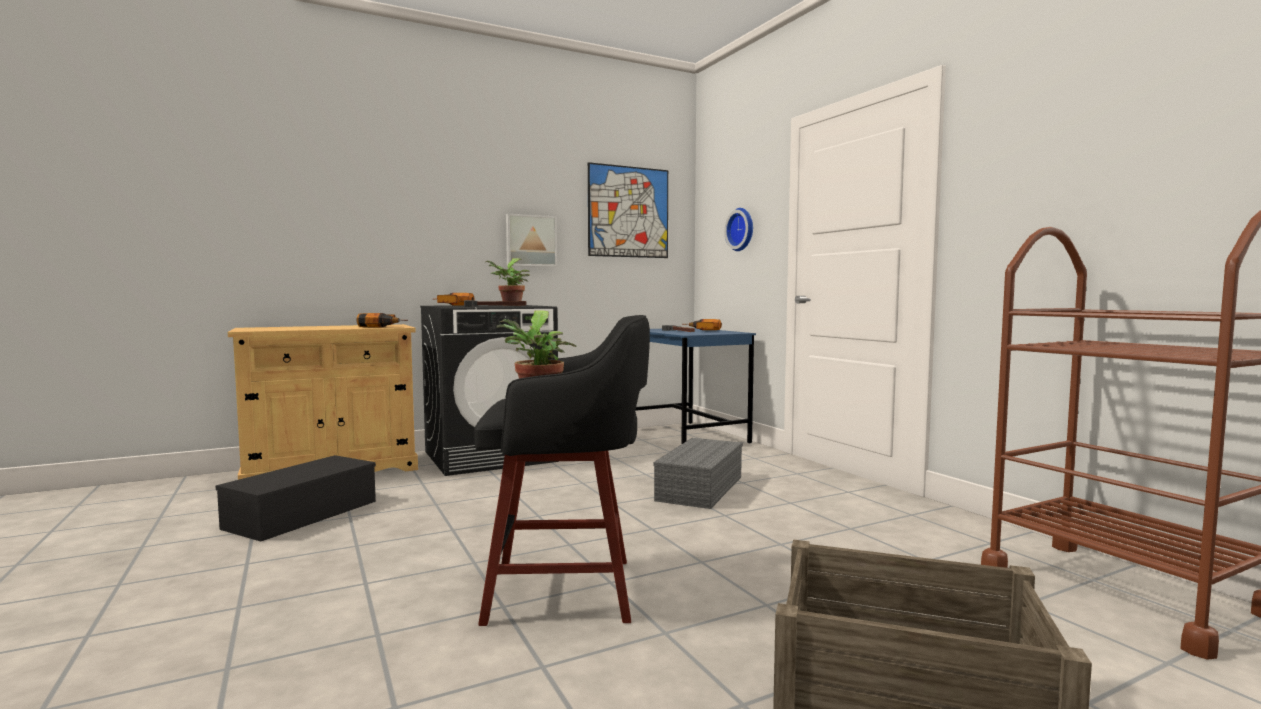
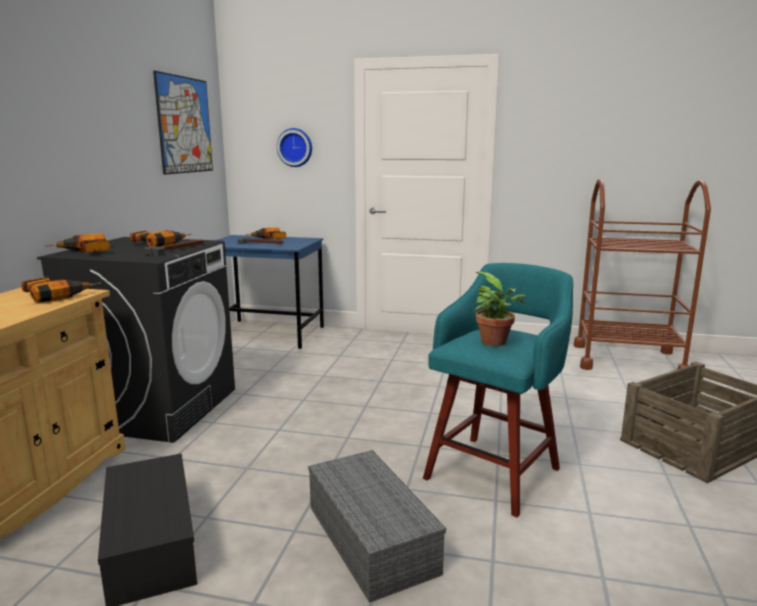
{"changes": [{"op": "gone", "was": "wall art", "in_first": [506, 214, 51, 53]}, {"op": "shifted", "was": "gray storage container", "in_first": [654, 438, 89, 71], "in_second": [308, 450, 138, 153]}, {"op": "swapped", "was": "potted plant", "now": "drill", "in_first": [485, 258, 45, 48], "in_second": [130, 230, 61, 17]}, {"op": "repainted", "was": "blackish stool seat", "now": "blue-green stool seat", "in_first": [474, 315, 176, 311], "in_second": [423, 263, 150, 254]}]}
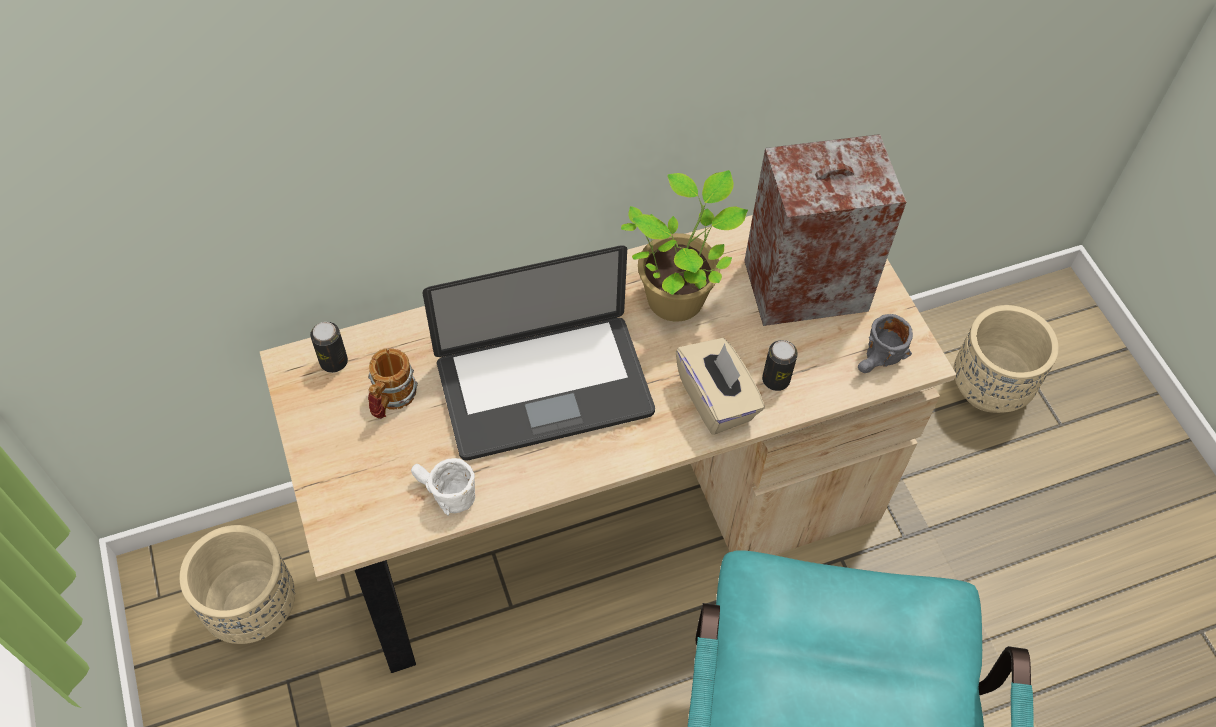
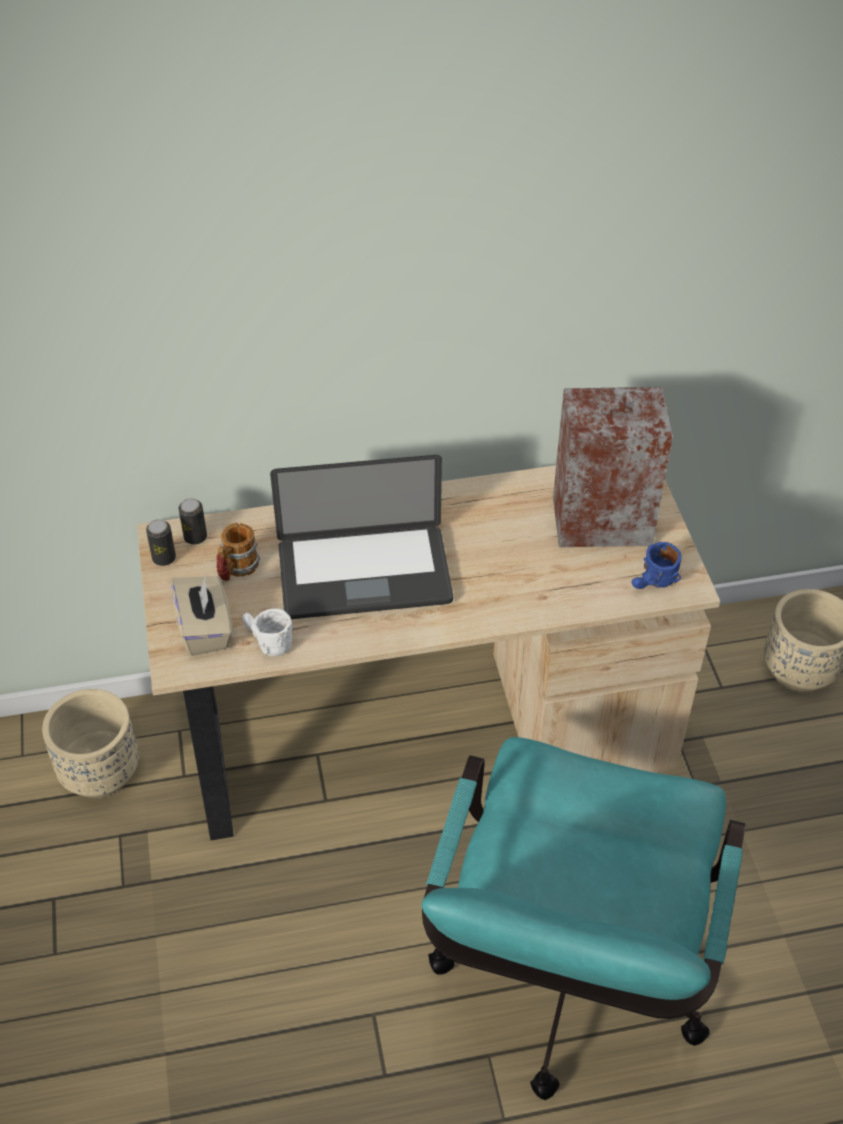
{"changes": [{"op": "gone", "was": "potted plant", "in_first": [621, 170, 127, 152]}, {"op": "shifted", "was": "sand-coloured tissue holder", "in_first": [676, 338, 89, 97], "in_second": [171, 576, 61, 80]}, {"op": "shifted", "was": "metal can", "in_first": [762, 340, 36, 51], "in_second": [146, 519, 30, 47]}, {"op": "repainted", "was": "gray coffee mug", "now": "blue-coloured coffee mug", "in_first": [858, 314, 55, 59], "in_second": [632, 542, 49, 47]}]}
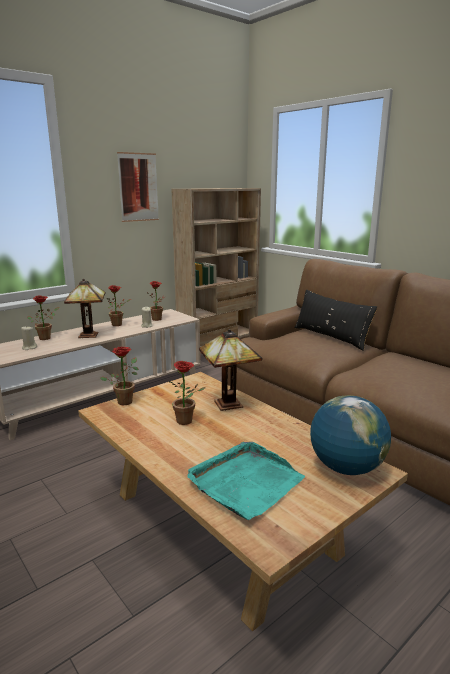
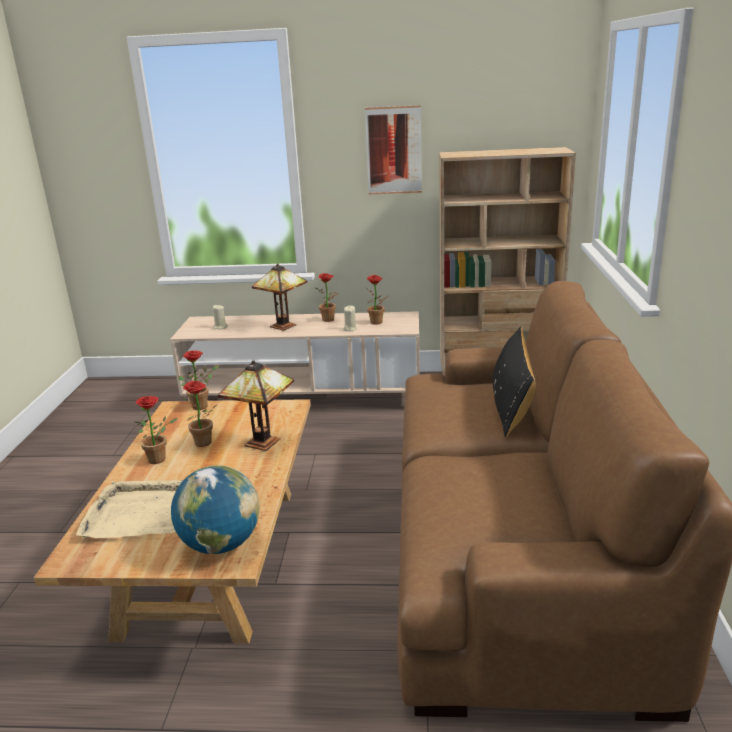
{"changes": [{"op": "shifted", "was": "potted plant", "in_first": [27, 296, 32, 44], "in_second": [135, 396, 43, 68]}, {"op": "repainted", "was": "blue-green carrying tray", "now": "sand-coloured carrying tray", "in_first": [188, 442, 117, 78], "in_second": [76, 480, 107, 58]}]}
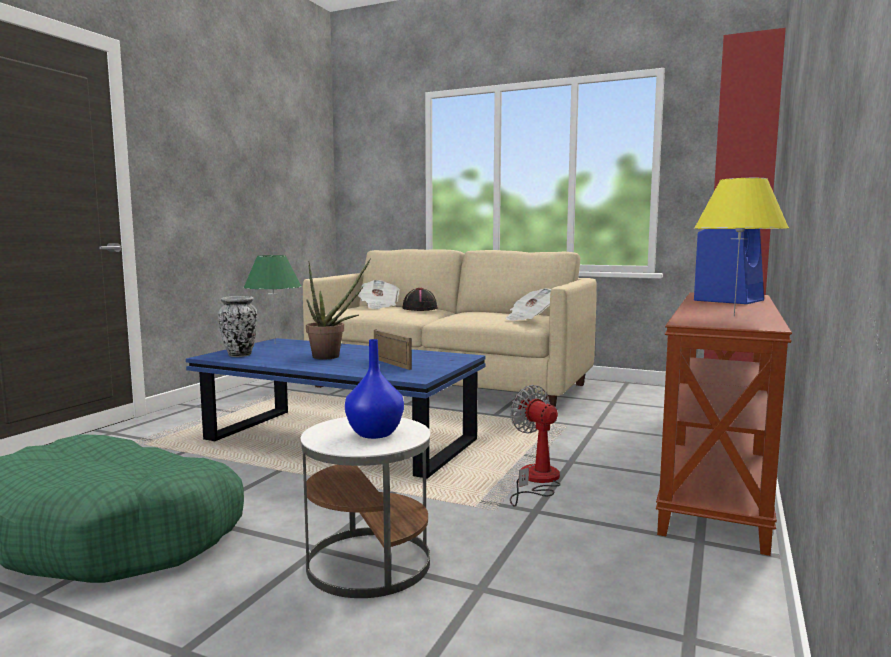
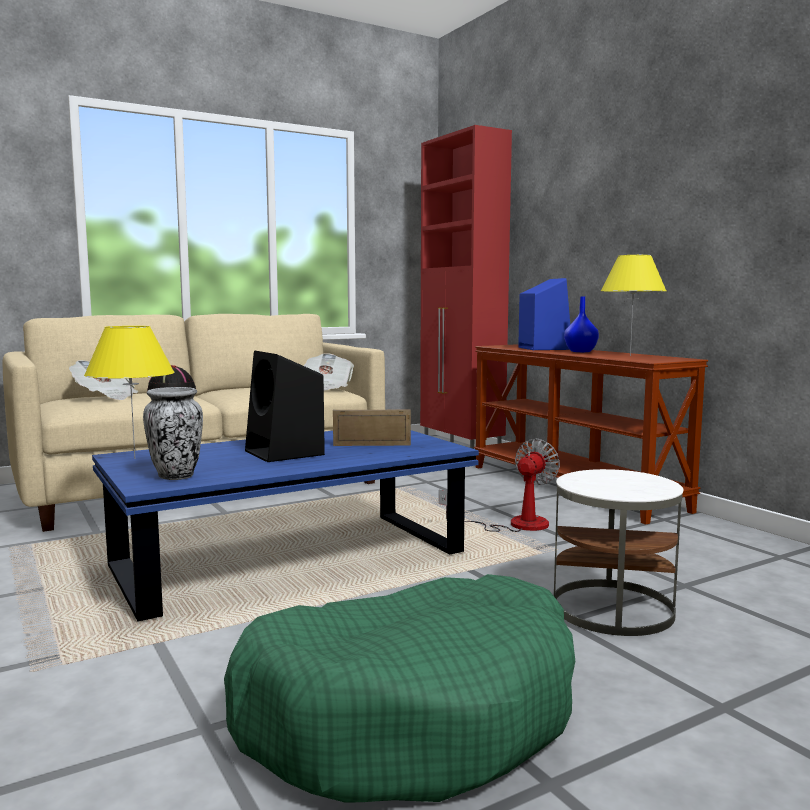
{"changes": [{"op": "shifted", "was": "blue-coloured vase", "in_first": [345, 339, 59, 100], "in_second": [564, 297, 35, 55]}, {"op": "swapped", "was": "potted plant", "now": "blackish loudspeaker", "in_first": [306, 258, 65, 101], "in_second": [245, 351, 80, 111]}, {"op": "repainted", "was": "green-coloured lamp for a table", "now": "yellowish lamp for a table", "in_first": [243, 255, 59, 80], "in_second": [84, 326, 91, 133]}, {"op": "rotated", "was": "cooling fan", "in_first": [510, 385, 51, 122], "in_second": [439, 439, 121, 93], "clockwise": 120}]}
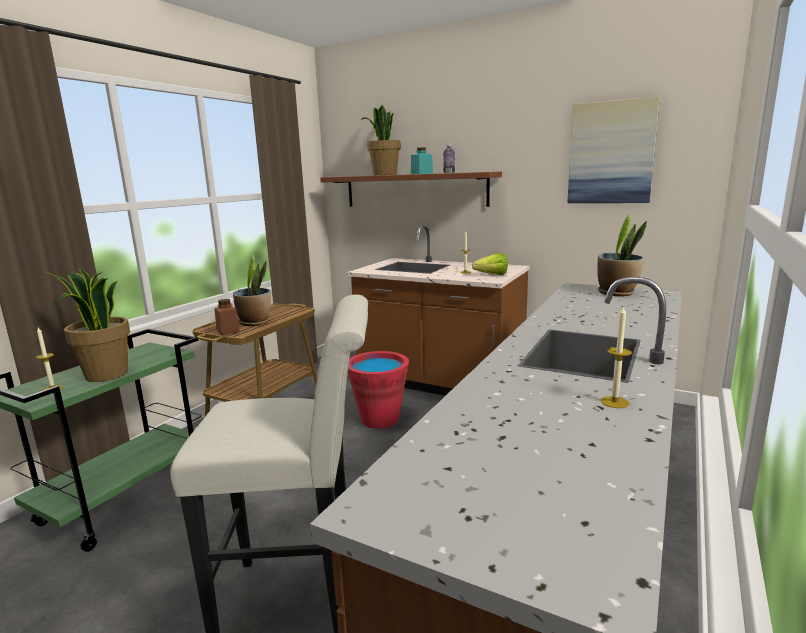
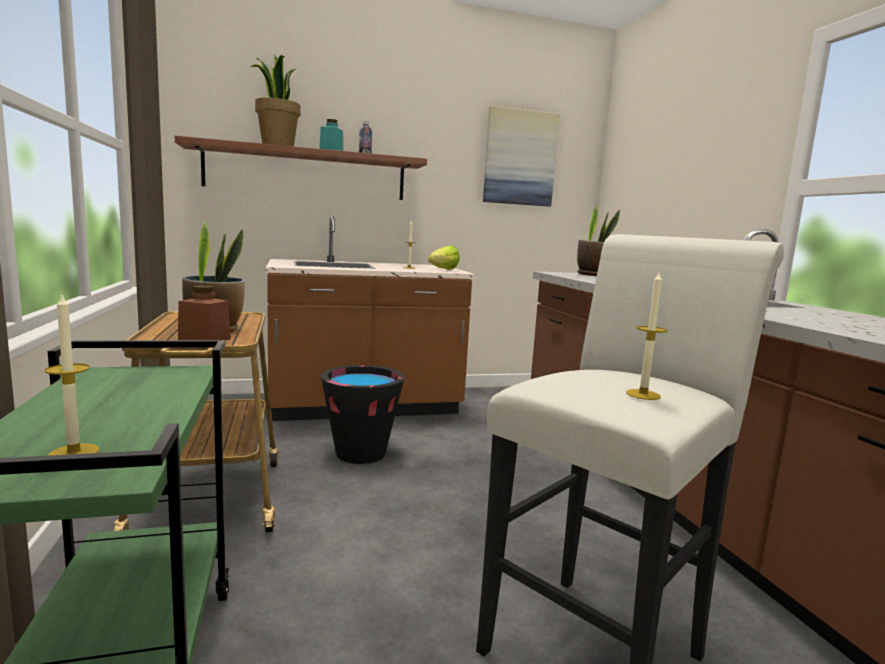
{"changes": [{"op": "gone", "was": "potted plant", "in_first": [46, 267, 84, 115]}, {"op": "shifted", "was": "wax light", "in_first": [601, 305, 31, 103], "in_second": [626, 270, 41, 130]}, {"op": "repainted", "was": "red-coloured pail", "now": "blackish pail", "in_first": [348, 351, 61, 78], "in_second": [321, 365, 84, 99]}]}
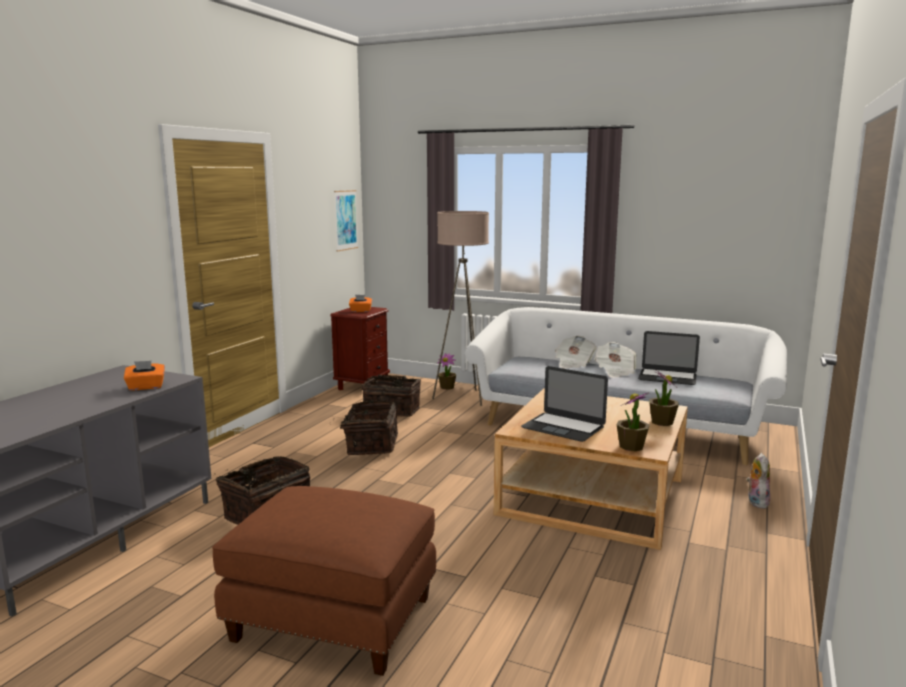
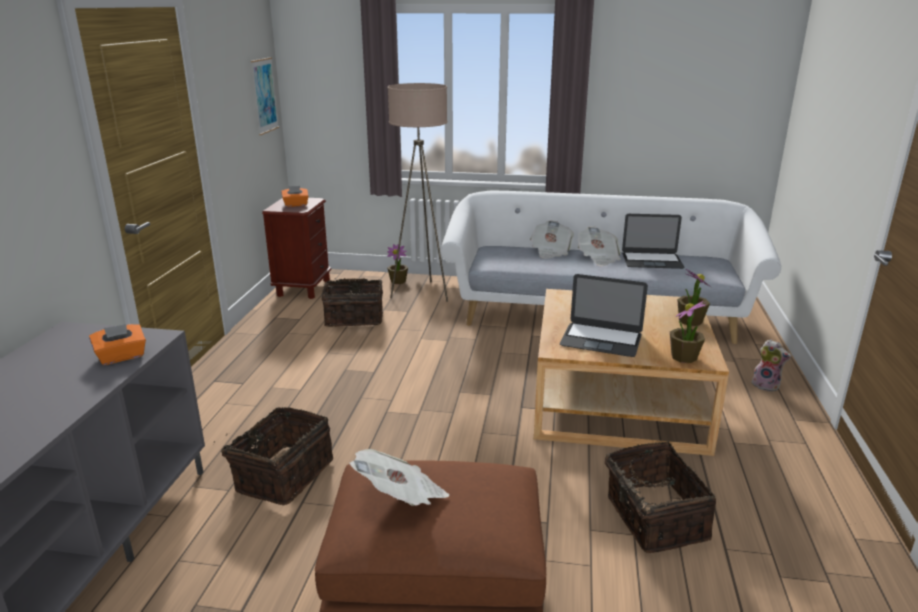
{"changes": [{"op": "new", "now": "daily paper", "in_second": [349, 449, 100, 57]}, {"op": "shifted", "was": "basket", "in_first": [334, 400, 64, 55], "in_second": [605, 442, 111, 112]}, {"op": "rotated", "was": "cuddly toy", "in_first": [747, 453, 23, 56], "in_second": [752, 339, 39, 53], "clockwise": 135}]}
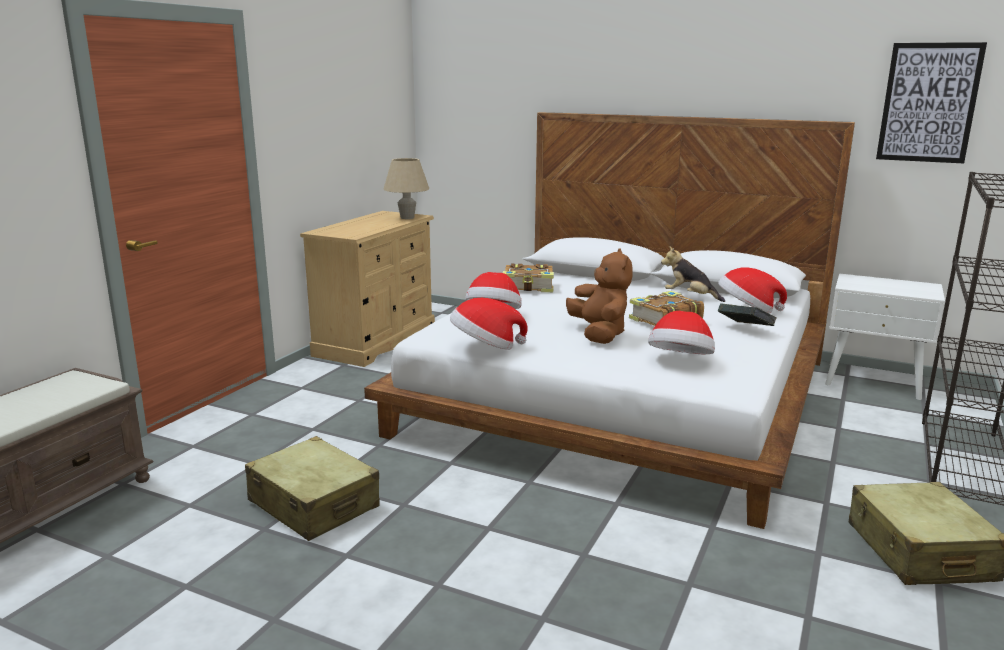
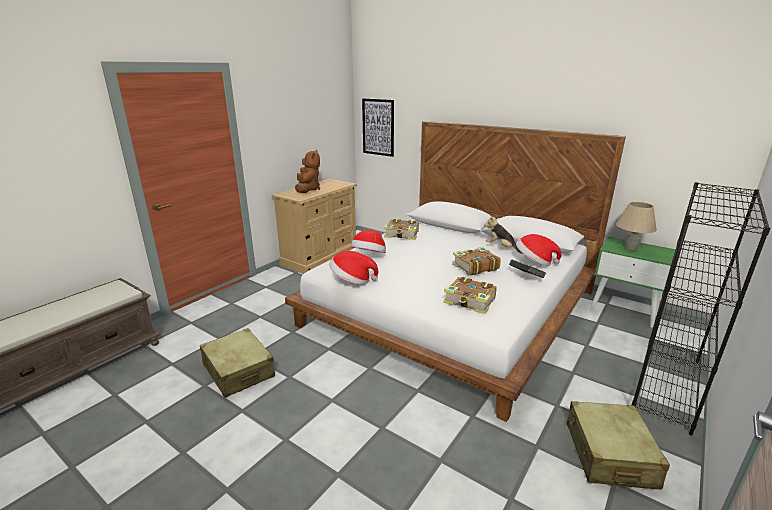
{"changes": [{"op": "shifted", "was": "sand-coloured lamp for a table", "in_first": [383, 158, 46, 61], "in_second": [616, 202, 41, 48]}, {"op": "shifted", "was": "brown-coloured cuddly toy", "in_first": [566, 249, 67, 95], "in_second": [295, 150, 25, 43]}, {"op": "shifted", "was": "wall art", "in_first": [876, 42, 111, 122], "in_second": [362, 98, 32, 59]}, {"op": "swapped", "was": "wearable hat", "now": "bound book", "in_first": [648, 311, 67, 43], "in_second": [443, 277, 54, 37]}, {"op": "repainted", "was": "white-coloured bedside table", "now": "green-coloured bedside table", "in_first": [825, 273, 120, 127], "in_second": [590, 237, 86, 91]}]}
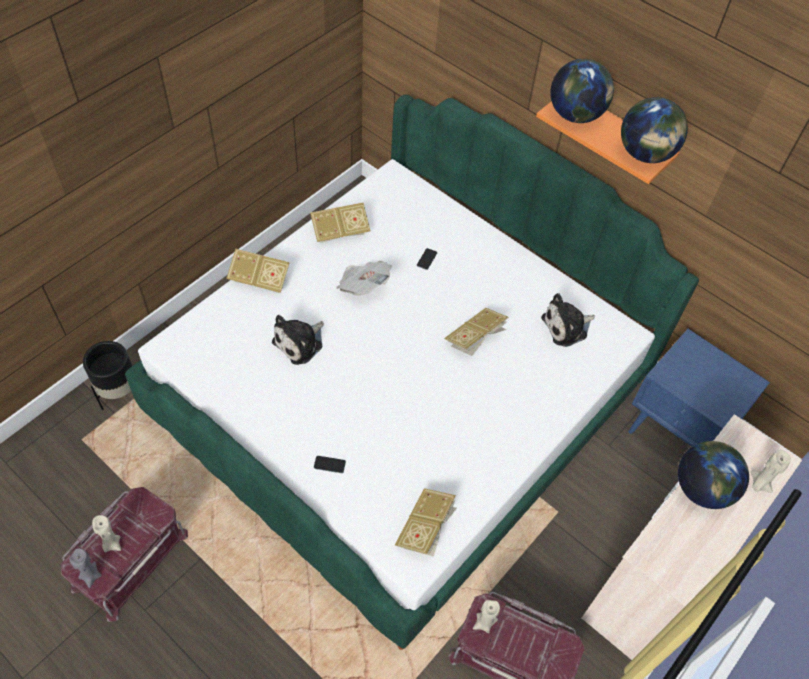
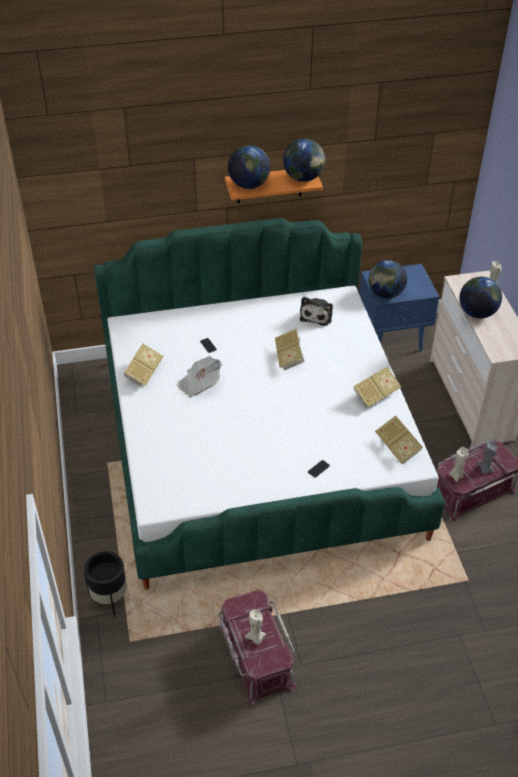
{"changes": [{"op": "gone", "was": "cuddly toy", "in_first": [272, 315, 52, 50]}, {"op": "new", "now": "globe", "in_second": [369, 260, 38, 39]}, {"op": "shifted", "was": "gray wax light", "in_first": [69, 548, 32, 40], "in_second": [477, 441, 20, 33]}, {"op": "shifted", "was": "bound book", "in_first": [226, 249, 64, 44], "in_second": [354, 367, 47, 41]}]}
